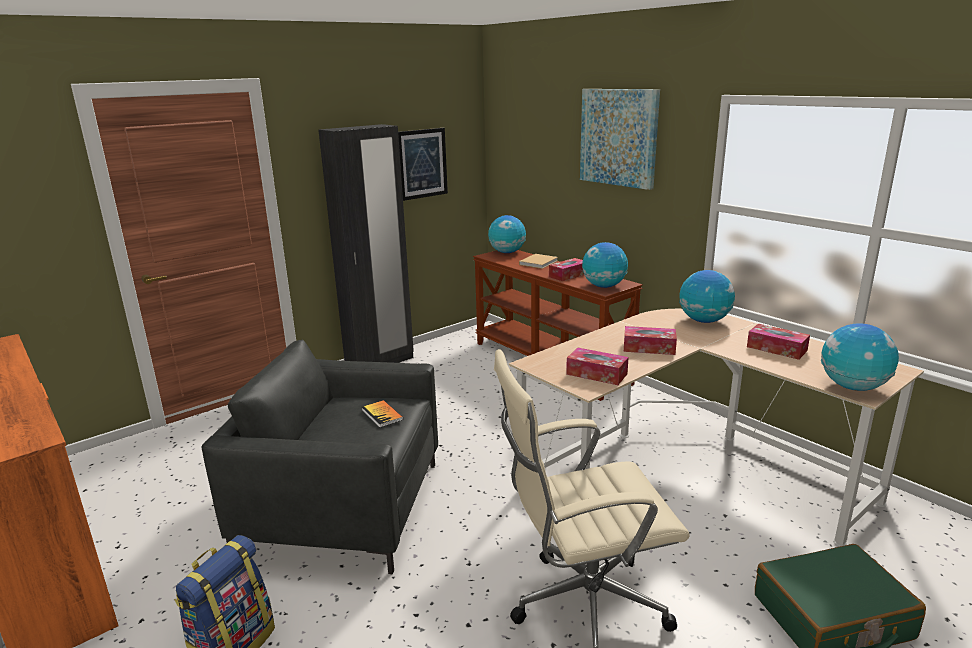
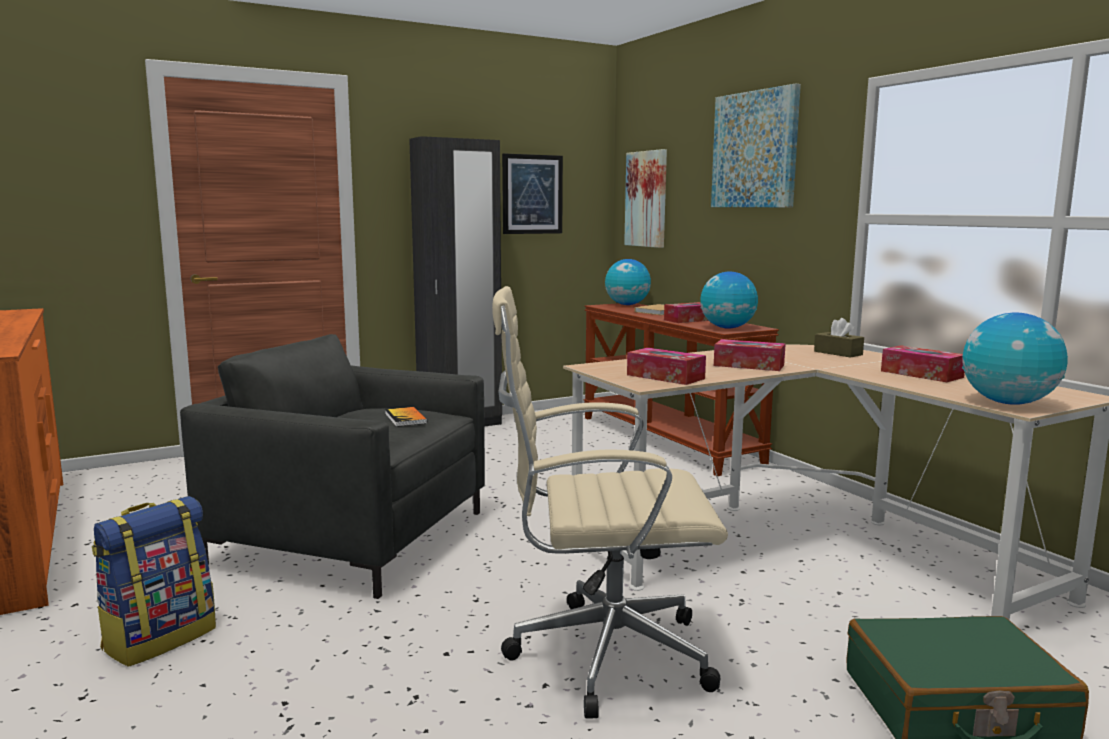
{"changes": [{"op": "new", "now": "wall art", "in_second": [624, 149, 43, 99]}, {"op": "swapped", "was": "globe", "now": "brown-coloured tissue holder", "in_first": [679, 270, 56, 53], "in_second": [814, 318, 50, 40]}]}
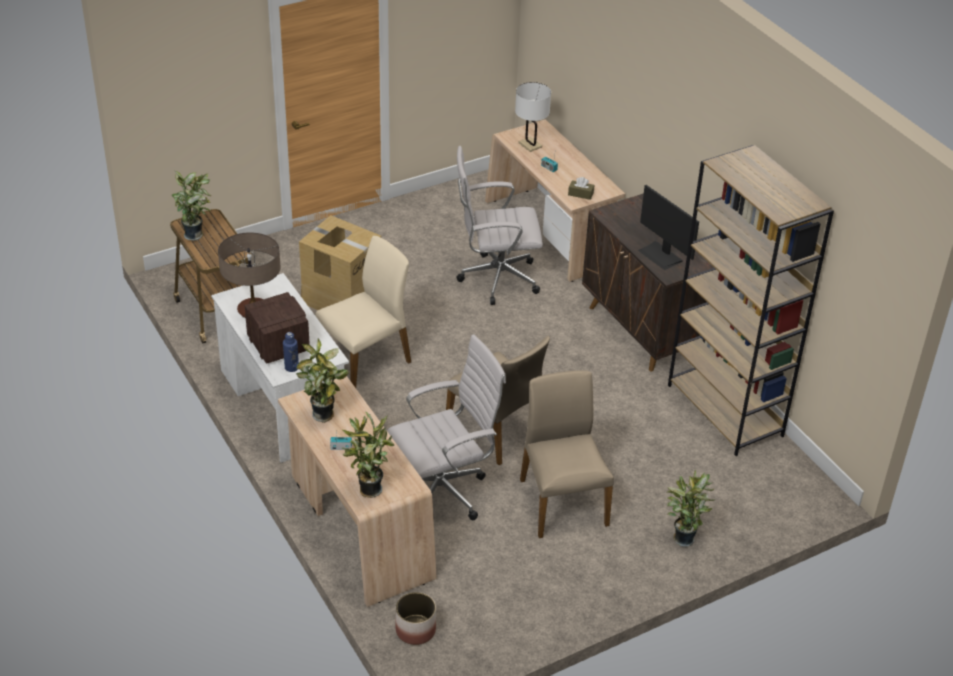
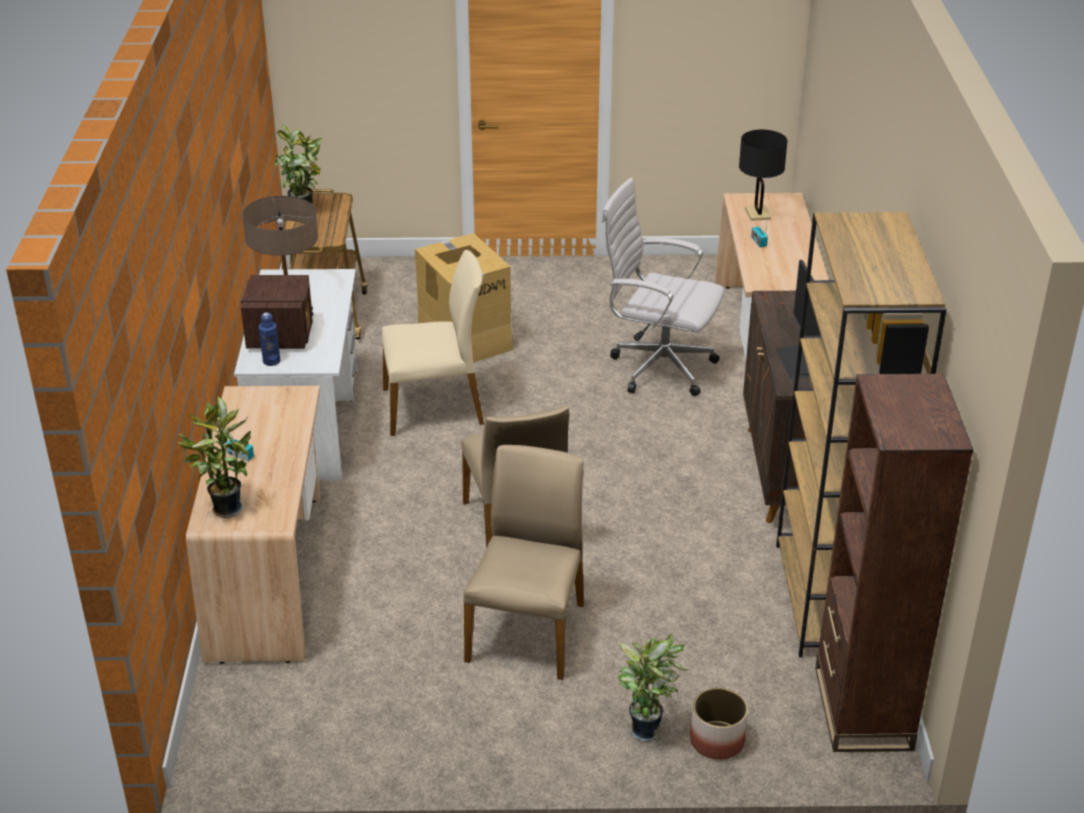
{"changes": [{"op": "gone", "was": "potted plant", "in_first": [296, 339, 53, 84]}, {"op": "gone", "was": "white-coloured office chair", "in_first": [387, 334, 119, 186]}, {"op": "gone", "was": "brown-coloured tissue holder", "in_first": [568, 177, 26, 23]}, {"op": "new", "now": "brown-coloured bookshelf", "in_second": [815, 374, 158, 378]}, {"op": "shifted", "was": "flower pot", "in_first": [395, 592, 41, 53], "in_second": [690, 688, 58, 71]}, {"op": "repainted", "was": "white-coloured lamp for a table", "now": "blackish lamp for a table", "in_first": [515, 82, 36, 70], "in_second": [739, 130, 49, 91]}]}
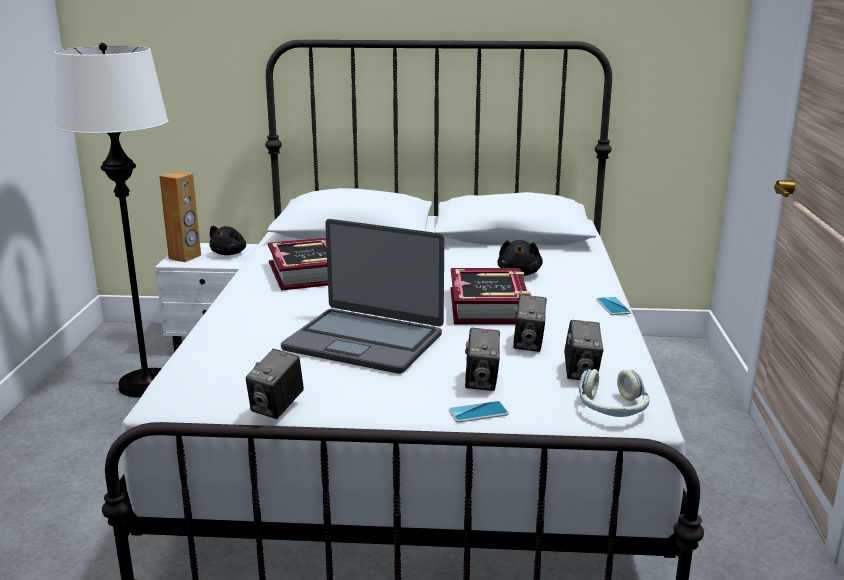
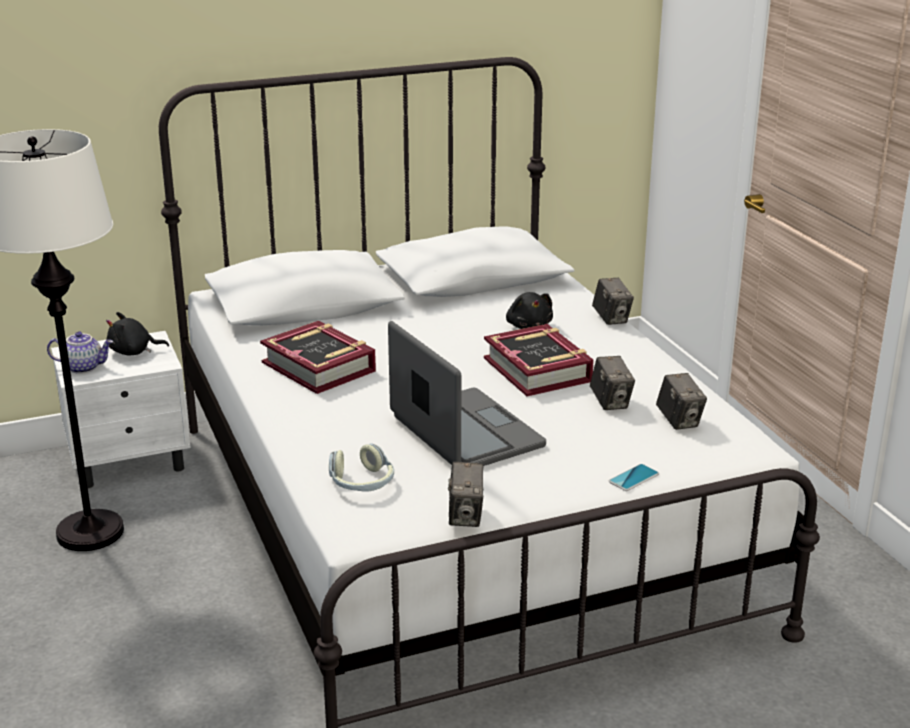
{"changes": [{"op": "gone", "was": "telephone", "in_first": [596, 297, 35, 18]}, {"op": "shifted", "was": "photo camera", "in_first": [465, 328, 35, 63], "in_second": [592, 278, 42, 47]}, {"op": "shifted", "was": "headphones", "in_first": [579, 369, 71, 48], "in_second": [329, 444, 65, 47]}, {"op": "swapped", "was": "brown-coloured loudspeaker", "now": "tea pot", "in_first": [159, 171, 42, 91], "in_second": [47, 331, 66, 43]}, {"op": "rotated", "was": "blackish cuddly toy", "in_first": [209, 226, 37, 29], "in_second": [106, 312, 63, 44], "clockwise": 90}, {"op": "rotated", "was": "laptop", "in_first": [281, 219, 163, 155], "in_second": [388, 321, 158, 145], "clockwise": -120}]}
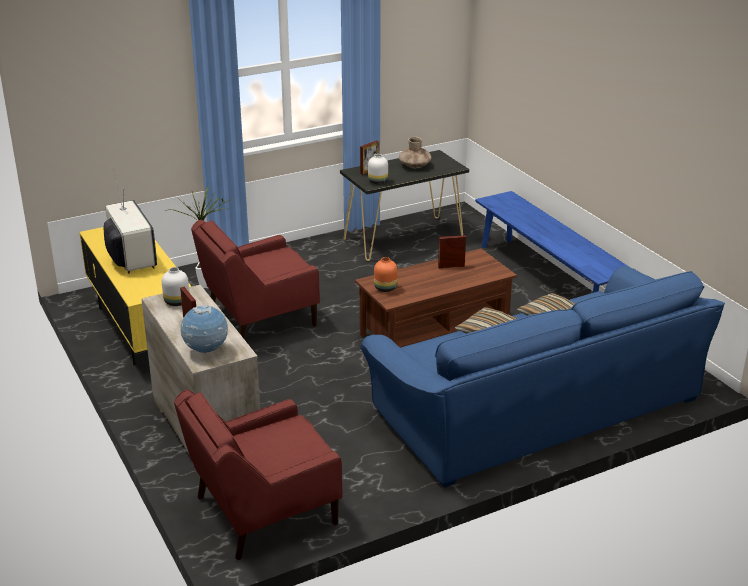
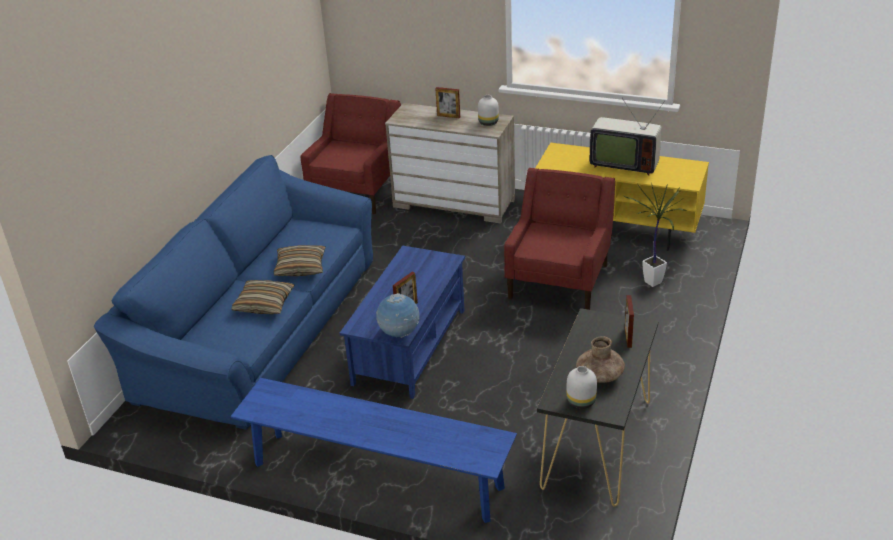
{"changes": [{"op": "gone", "was": "orange-coloured vase", "in_first": [374, 257, 24, 35]}, {"op": "shifted", "was": "globe", "in_first": [181, 305, 47, 48], "in_second": [376, 293, 44, 45]}, {"op": "shifted", "was": "white-coloured vase", "in_first": [368, 154, 20, 30], "in_second": [566, 366, 31, 43]}, {"op": "repainted", "was": "brown-coloured coffee table", "now": "blue-coloured coffee table", "in_first": [355, 248, 162, 99], "in_second": [340, 246, 125, 153]}]}
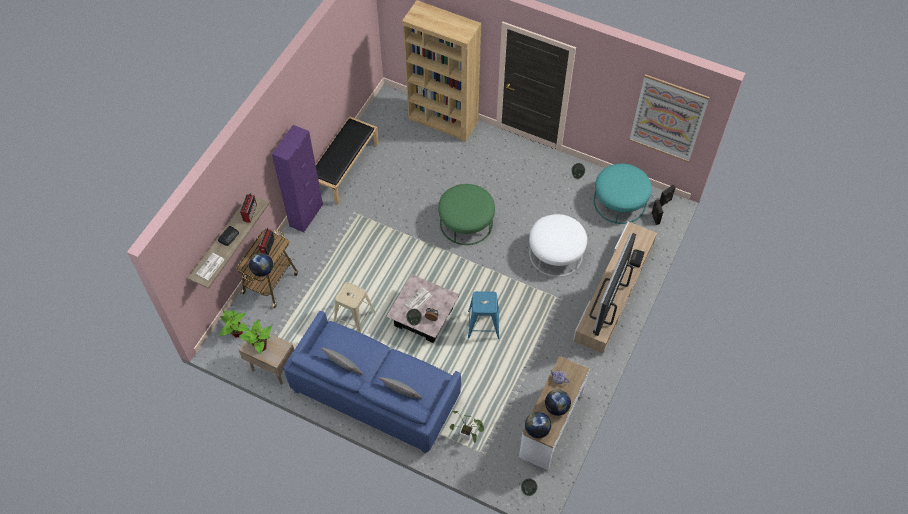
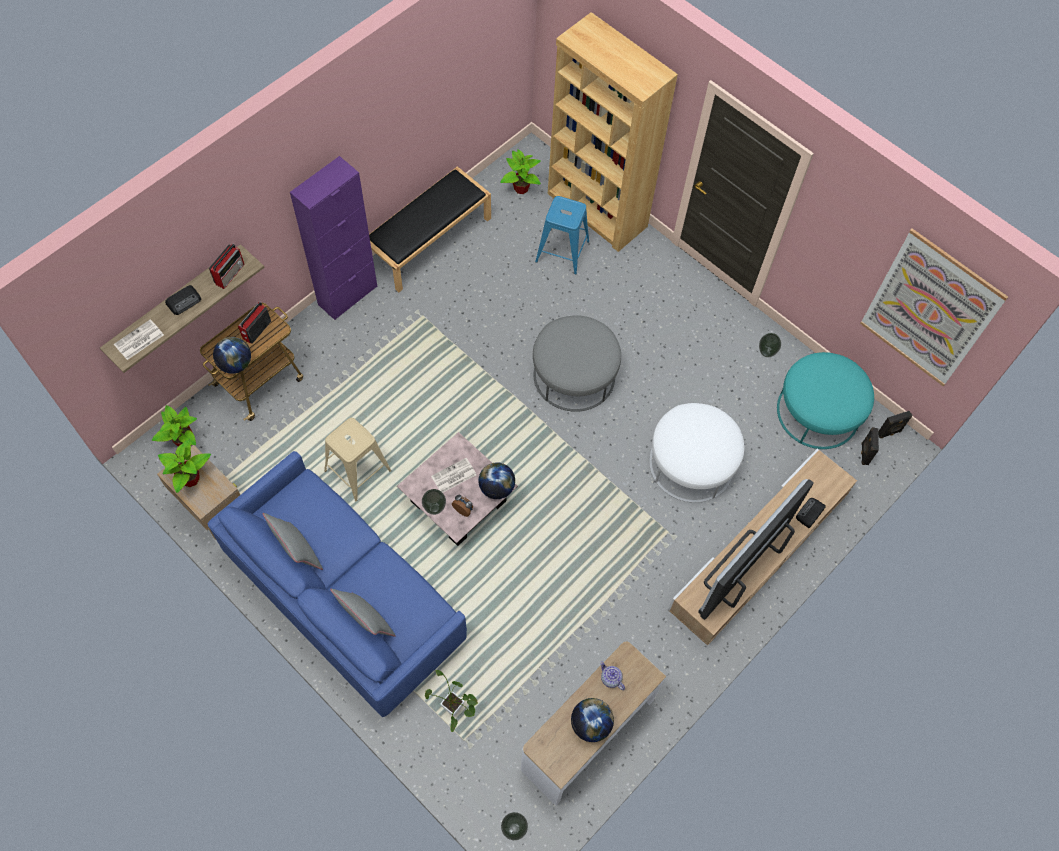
{"changes": [{"op": "new", "now": "potted plant", "in_second": [500, 149, 41, 45]}, {"op": "shifted", "was": "blue-coloured stool seat", "in_first": [468, 291, 31, 48], "in_second": [535, 196, 54, 79]}, {"op": "shifted", "was": "globe", "in_first": [525, 412, 26, 26], "in_second": [478, 462, 37, 37]}, {"op": "repainted", "was": "green-coloured ottoman", "now": "gray ottoman", "in_first": [438, 184, 57, 61], "in_second": [533, 315, 88, 97]}]}
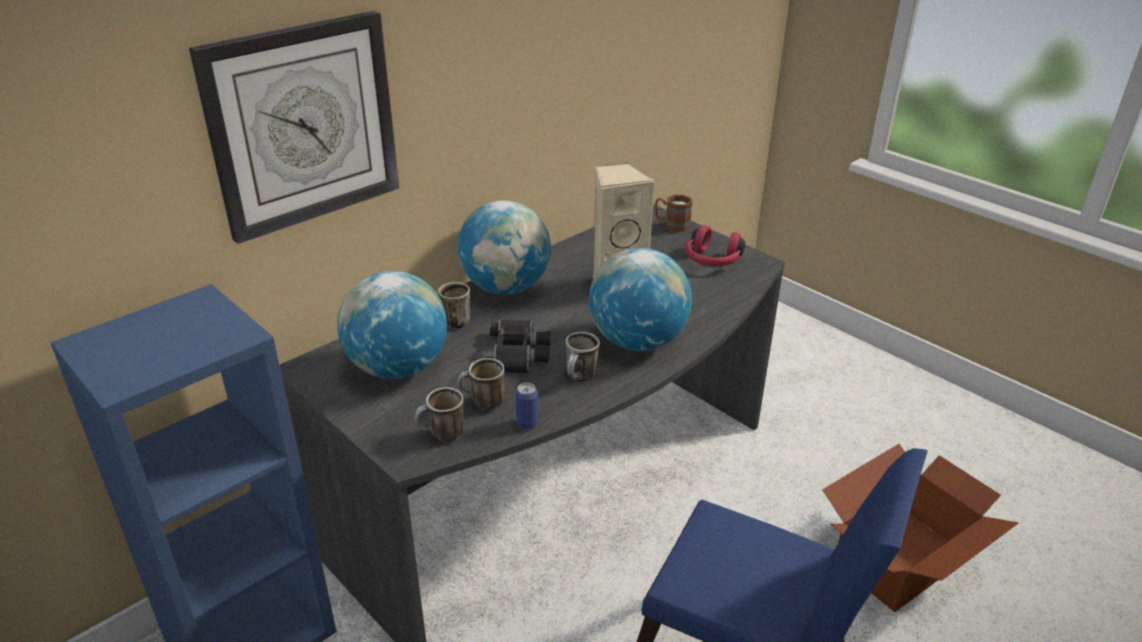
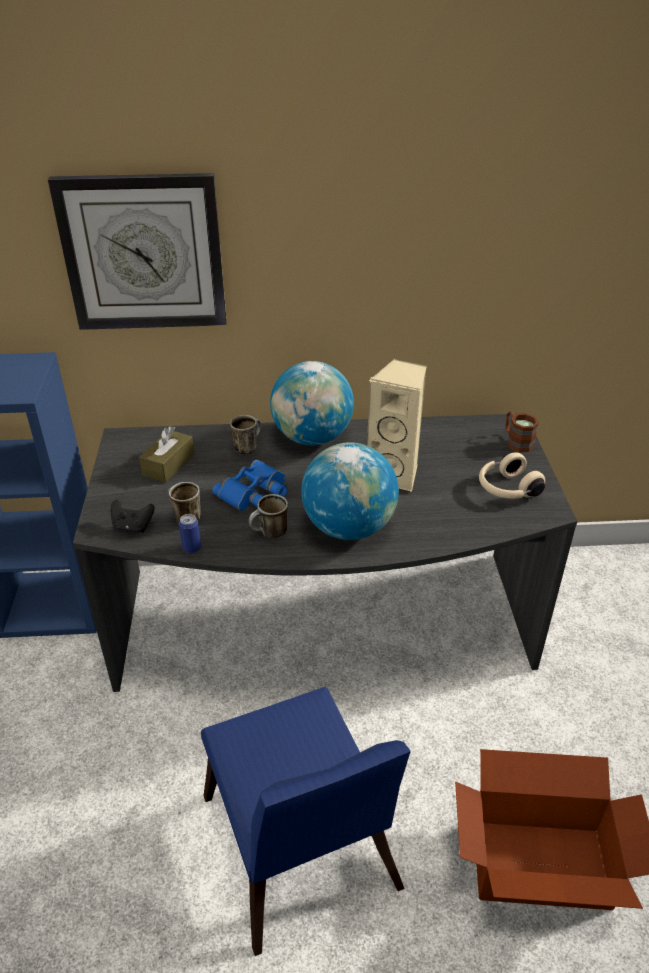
{"changes": [{"op": "swapped", "was": "globe", "now": "brown-coloured tissue holder", "in_first": [337, 271, 110, 108], "in_second": [139, 426, 55, 57]}, {"op": "swapped", "was": "coffee mug", "now": "blackish game controller", "in_first": [415, 387, 49, 55], "in_second": [111, 500, 44, 33]}, {"op": "repainted", "was": "blackish binoculars", "now": "blue-coloured binoculars", "in_first": [484, 320, 66, 53], "in_second": [212, 460, 76, 51]}, {"op": "repainted", "was": "red-coloured headphones", "now": "sand-coloured headphones", "in_first": [685, 225, 60, 41], "in_second": [479, 452, 66, 47]}]}
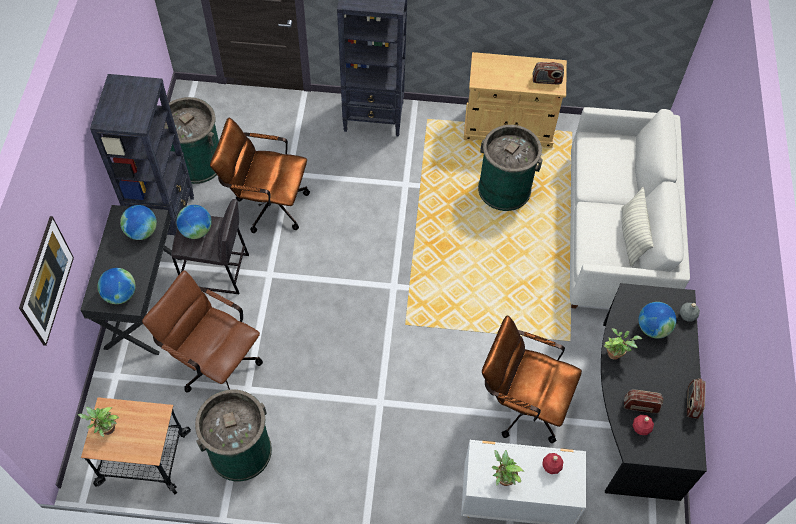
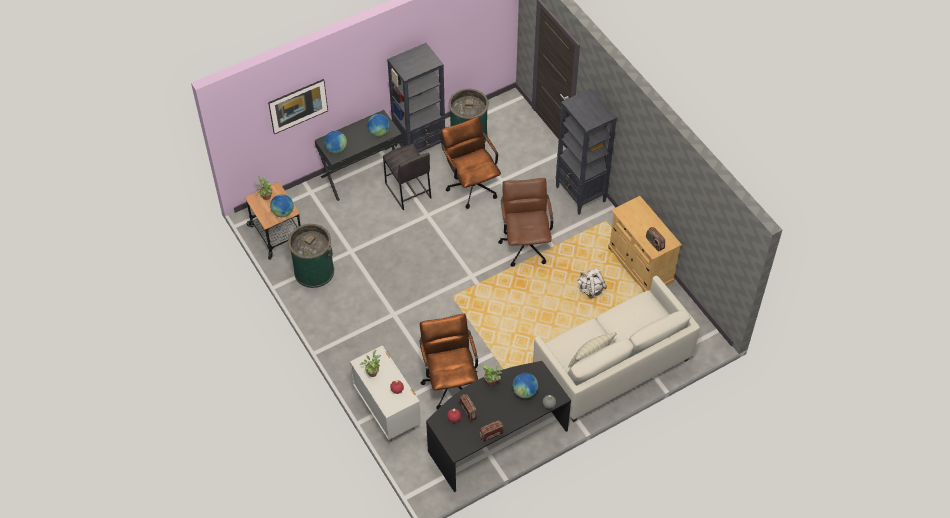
{"changes": [{"op": "shifted", "was": "brown-coloured office chair", "in_first": [142, 271, 121, 121], "in_second": [498, 178, 55, 89]}, {"op": "shifted", "was": "globe", "in_first": [176, 205, 36, 34], "in_second": [270, 194, 24, 23]}, {"op": "swapped", "was": "green-coloured trash can", "now": "white-coloured knapsack", "in_first": [478, 125, 65, 86], "in_second": [577, 268, 30, 31]}]}
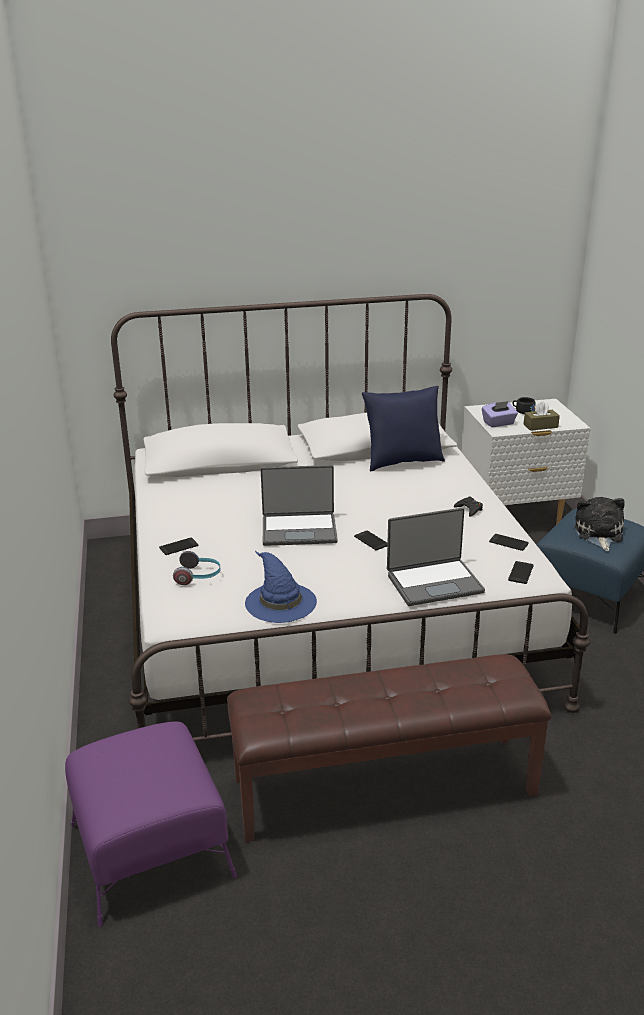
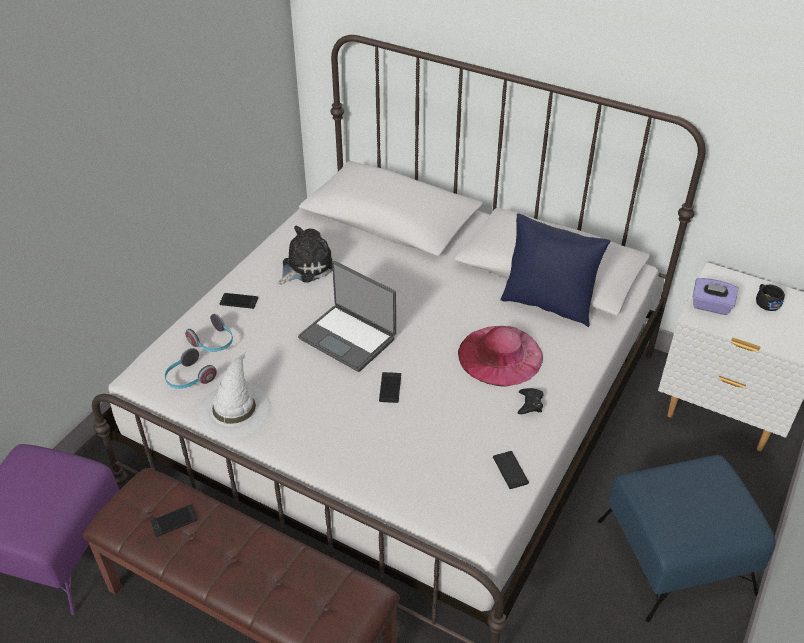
{"changes": [{"op": "gone", "was": "laptop", "in_first": [387, 508, 98, 98]}, {"op": "gone", "was": "brown-coloured tissue holder", "in_first": [523, 401, 37, 30]}, {"op": "new", "now": "headphones", "in_second": [165, 348, 52, 41]}, {"op": "new", "now": "pinkish wearable hat", "in_second": [458, 326, 85, 60]}, {"op": "shifted", "was": "telephone", "in_first": [508, 561, 26, 23], "in_second": [151, 504, 47, 33]}, {"op": "shifted", "was": "cuddly toy", "in_first": [574, 497, 51, 54], "in_second": [279, 226, 54, 59]}, {"op": "repainted", "was": "blue-coloured wearable hat", "now": "white-coloured wearable hat", "in_first": [245, 550, 72, 73], "in_second": [198, 349, 74, 90]}]}
